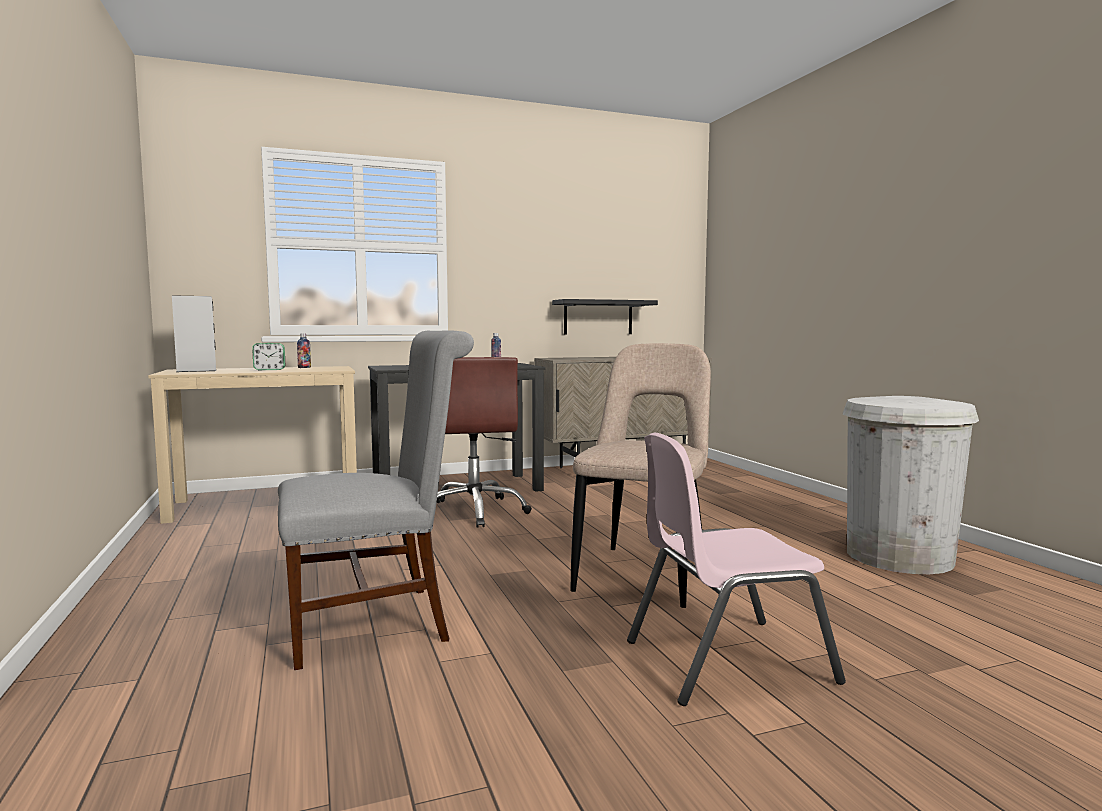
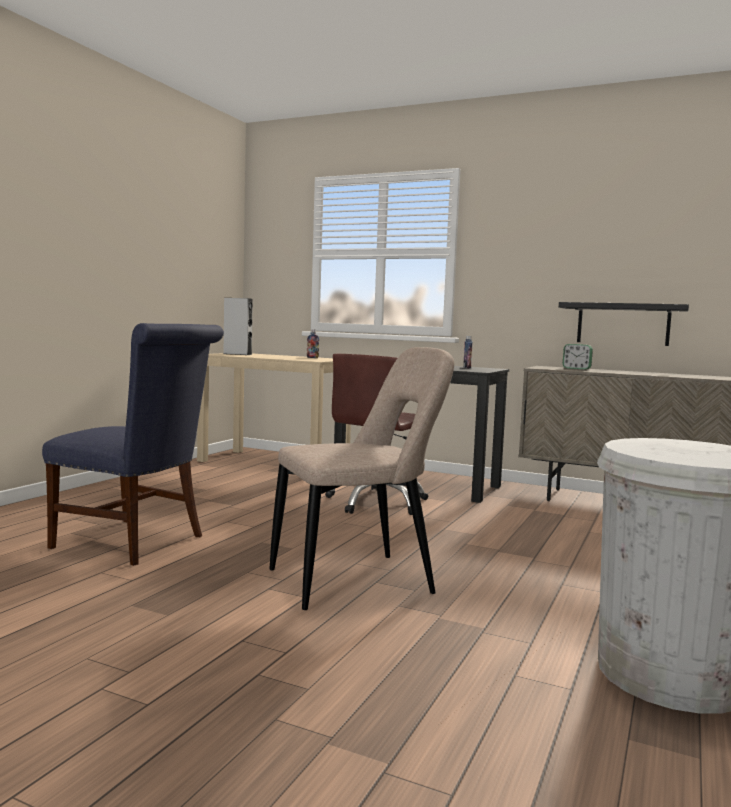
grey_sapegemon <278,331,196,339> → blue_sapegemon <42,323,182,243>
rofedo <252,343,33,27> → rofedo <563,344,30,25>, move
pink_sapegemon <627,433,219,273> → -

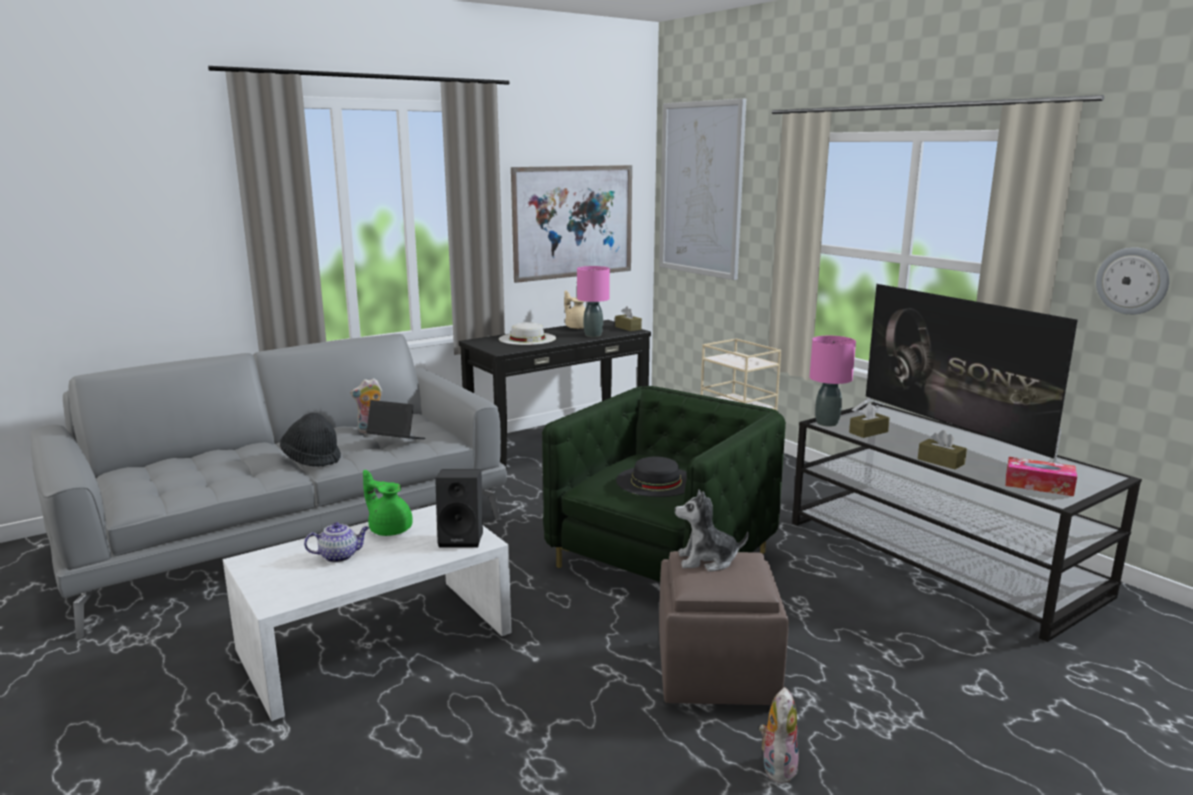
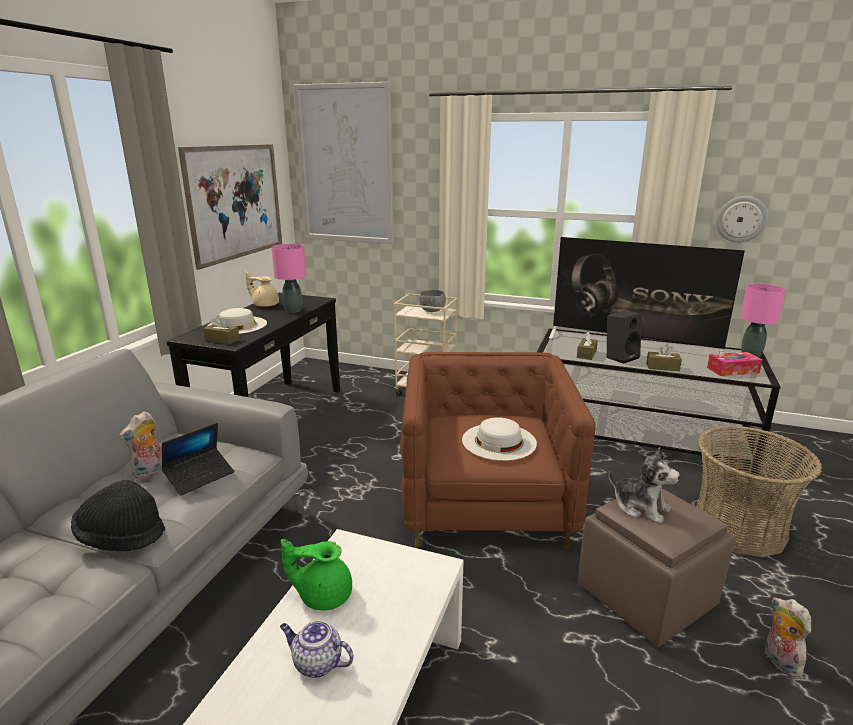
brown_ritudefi <615,306,27,25> → brown_ritudefi <203,316,37,28>, move
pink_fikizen <810,336,46,91> → pink_fikizen <740,284,46,74>, move
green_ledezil <542,386,244,196> → brown_ledezil <400,352,195,197>
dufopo <366,400,59,39> → dufopo <162,423,72,72>, 150 degrees clockwise
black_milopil <616,456,71,41> → white_milopil <462,417,75,44>
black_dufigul <435,469,48,79> → black_dufigul <607,311,35,53>, move
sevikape <675,489,74,83> → sevikape <609,447,71,77>, 105 degrees counterclockwise
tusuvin <304,522,65,41> → tusuvin <280,621,74,57>, 105 degrees counterclockwise
- → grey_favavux <419,290,27,22>
- → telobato <696,426,126,131>

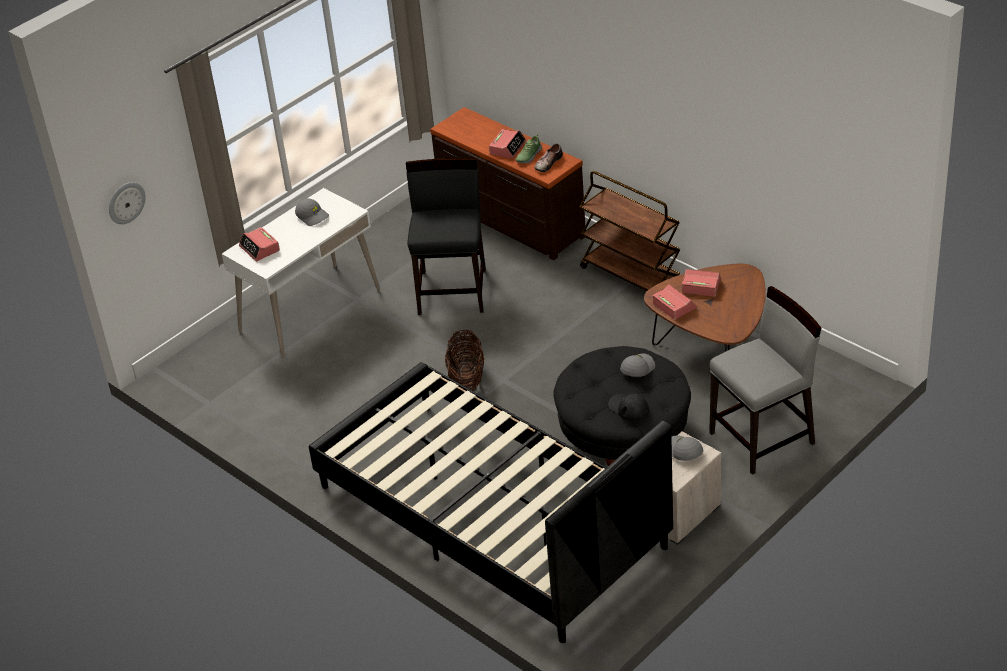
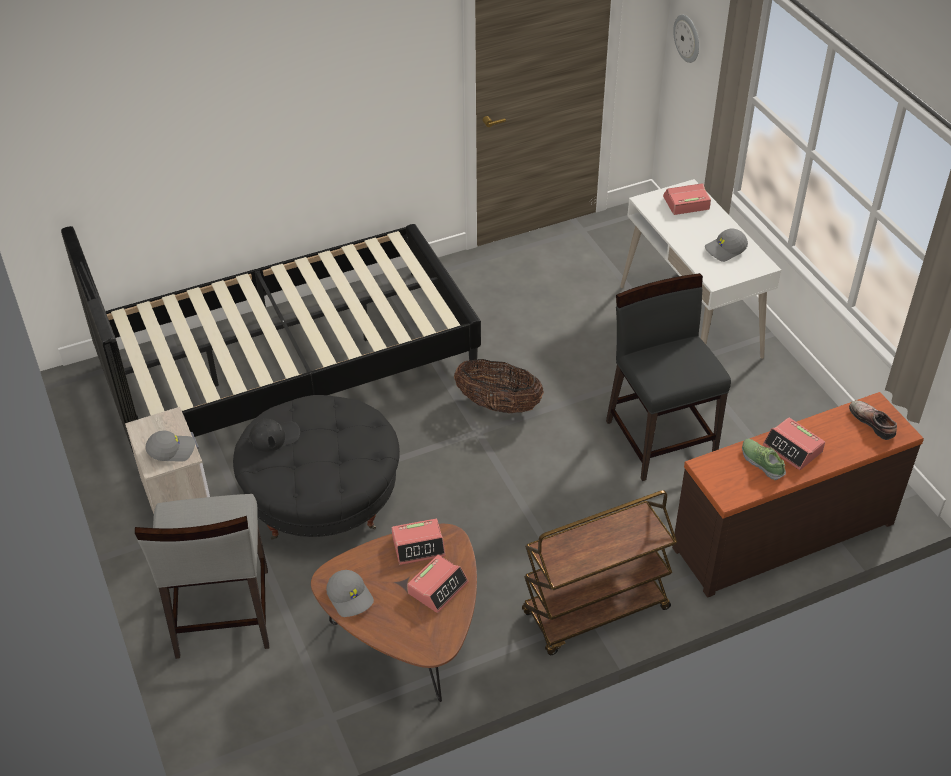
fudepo <535,144,28,28> → fudepo <849,400,48,40>, move
black_sapegemon <406,158,80,157> → black_sapegemon <606,273,125,208>, 135 degrees counterclockwise
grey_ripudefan <620,354,35,23> → grey_ripudefan <326,570,48,47>, move

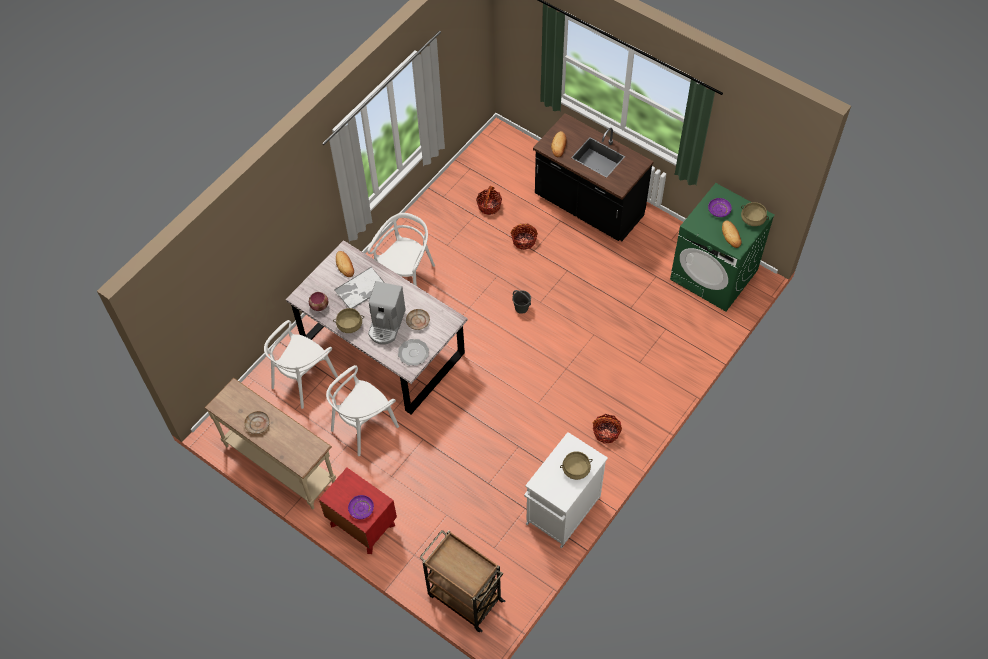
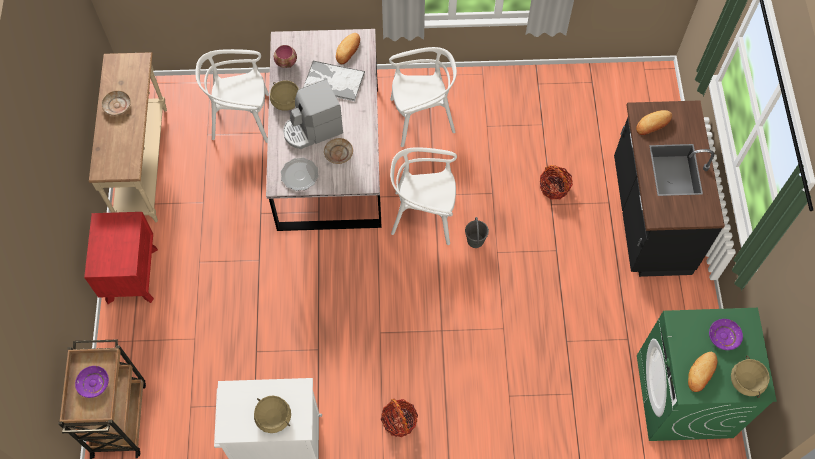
telobato <476,186,26,29> → -
white_sapegemon <326,365,73,91> → white_sapegemon <390,147,67,98>, move
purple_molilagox <348,495,26,24> → purple_molilagox <75,366,34,32>, move

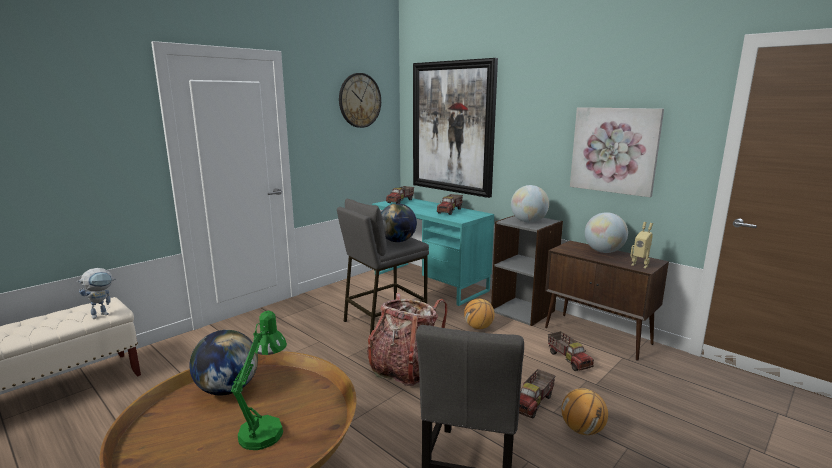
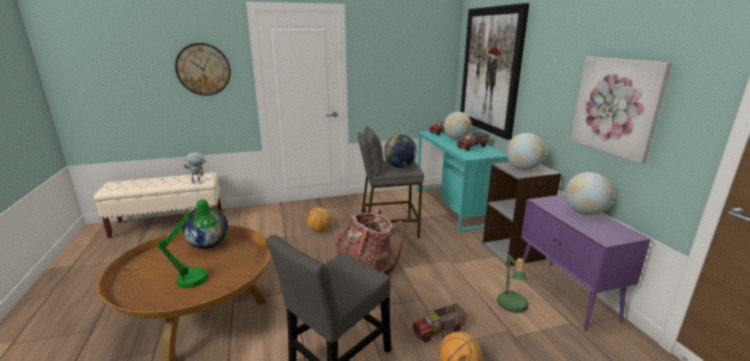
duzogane <339,73,42,55> → duzogane <175,43,56,53>, move
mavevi <630,222,23,46> → -
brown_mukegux <545,241,124,120> → purple_mukegux <521,194,130,137>
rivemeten <464,299,31,30> → rivemeten <307,207,24,25>, move
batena <548,331,46,40> → fikizen <497,253,32,60>
- → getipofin <444,112,28,27>

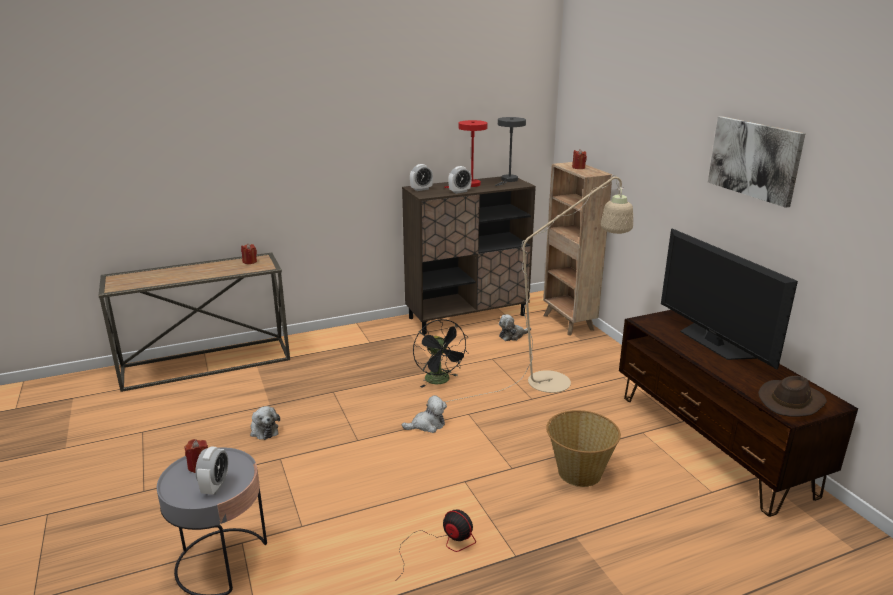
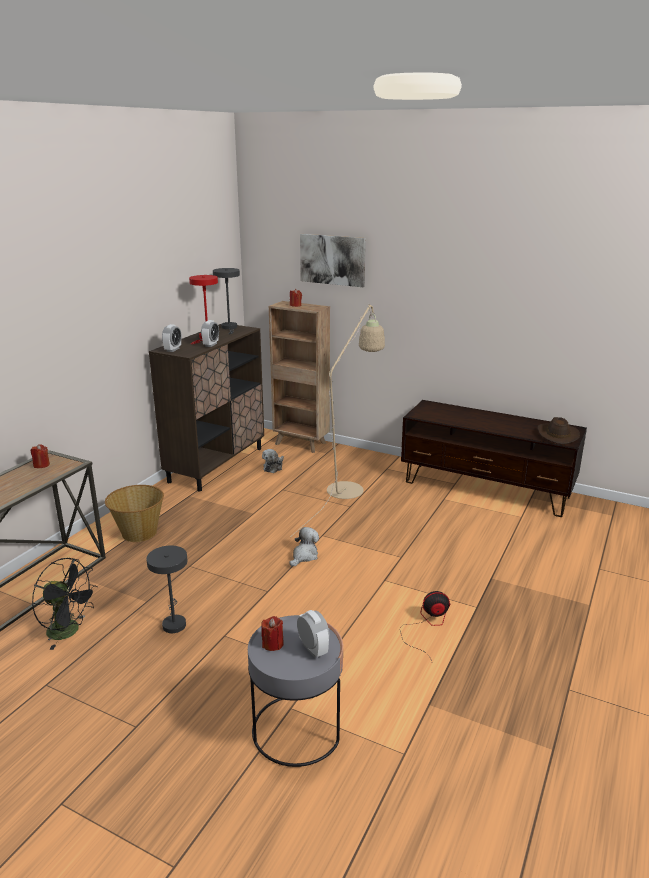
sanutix <708,116,98,92> → sanutix <300,234,66,53>, move
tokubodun <661,229,137,140> → -
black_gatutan <413,319,56,69> → black_gatutan <32,558,66,92>, move
sevikape <250,406,30,34> → grey_fikizen <146,546,41,87>
telobato <546,410,75,77> → telobato <105,485,59,57>, move

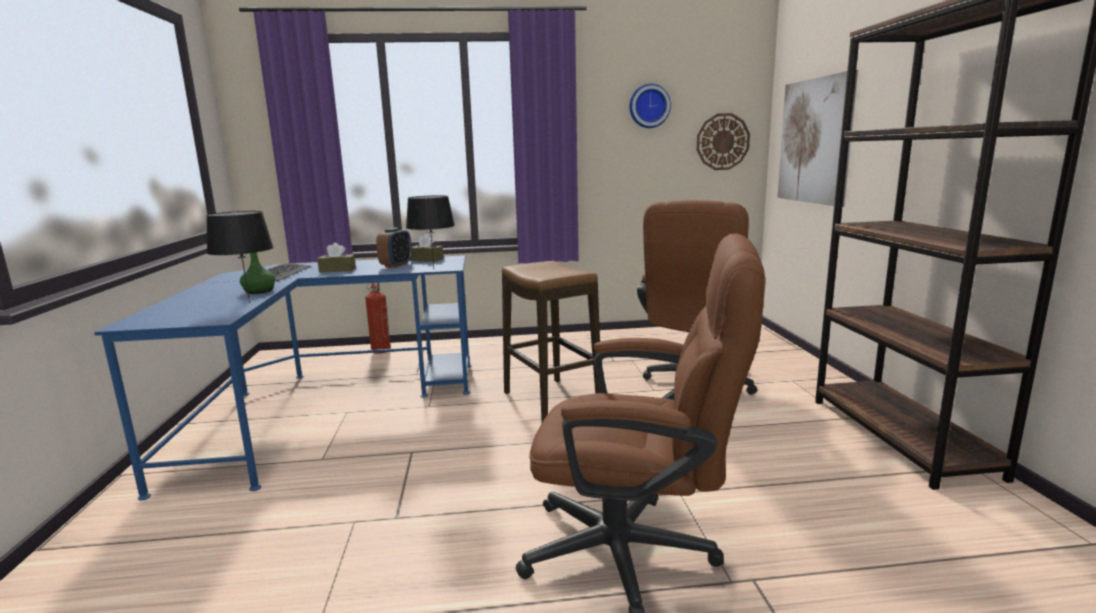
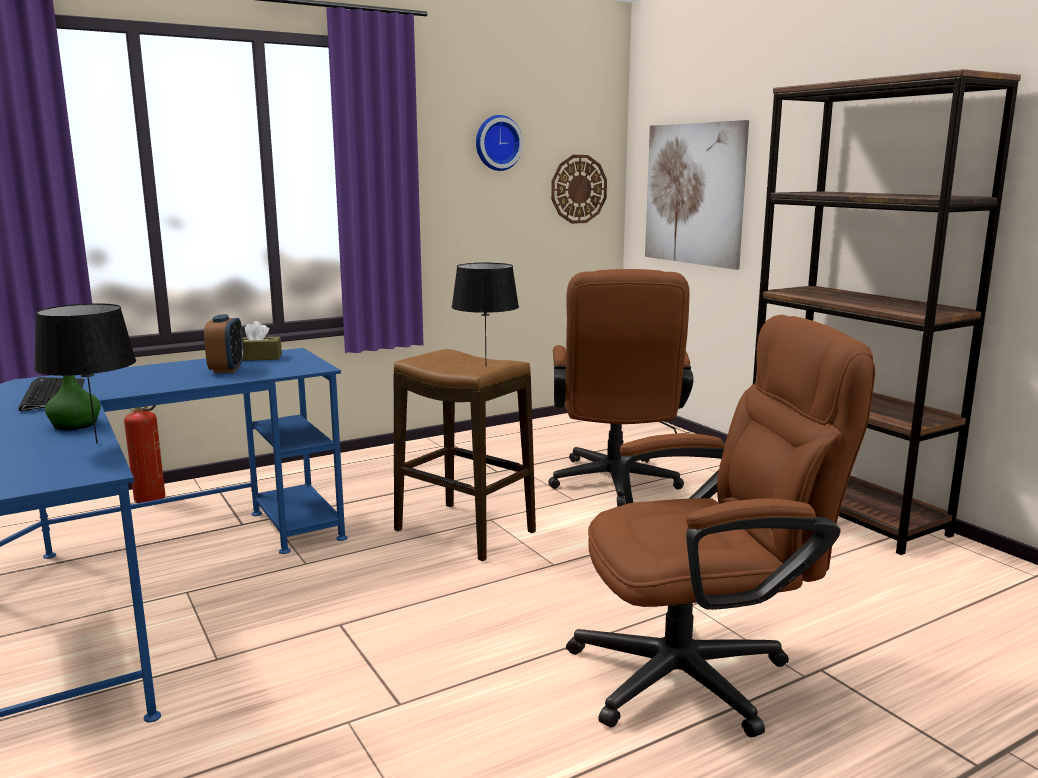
black_fikizen <406,195,49,74> → black_fikizen <452,263,67,103>, move
brown_ritudefi <317,243,39,30> → -

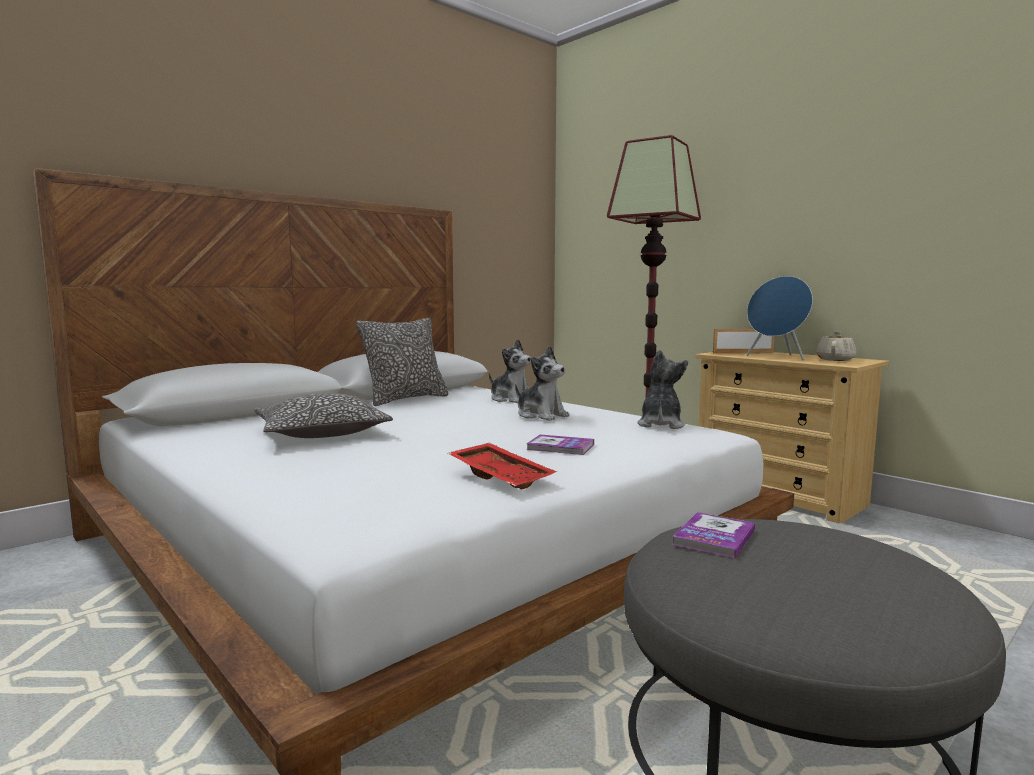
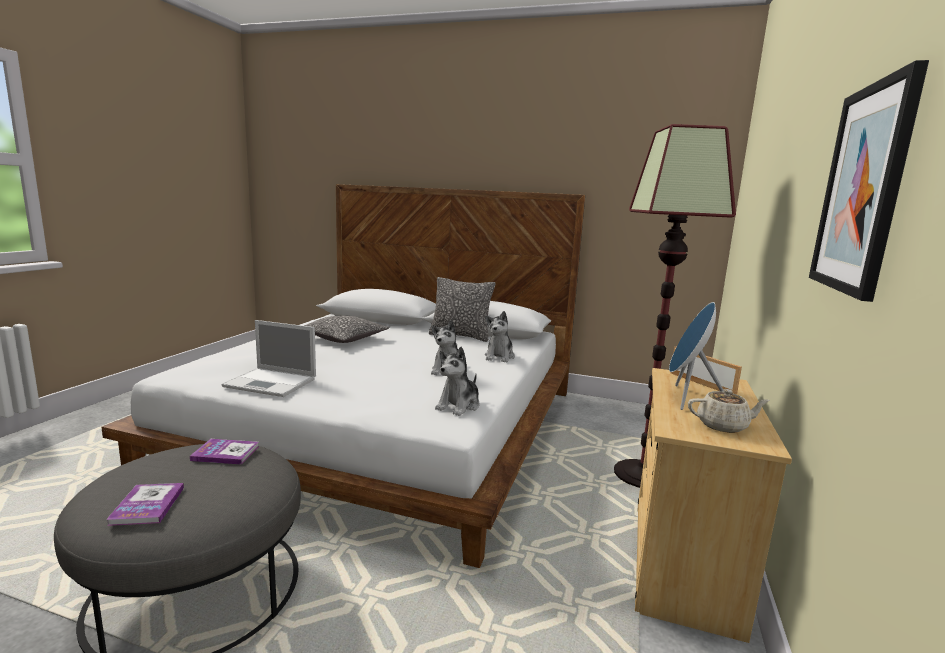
sevikape <637,350,51,79> → sevikape <435,347,45,69>, 135 degrees clockwise
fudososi <526,435,68,20> → fudososi <106,483,78,43>, move
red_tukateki <448,443,109,47> → dufopo <221,320,95,77>
- → sanutix <809,60,120,242>

